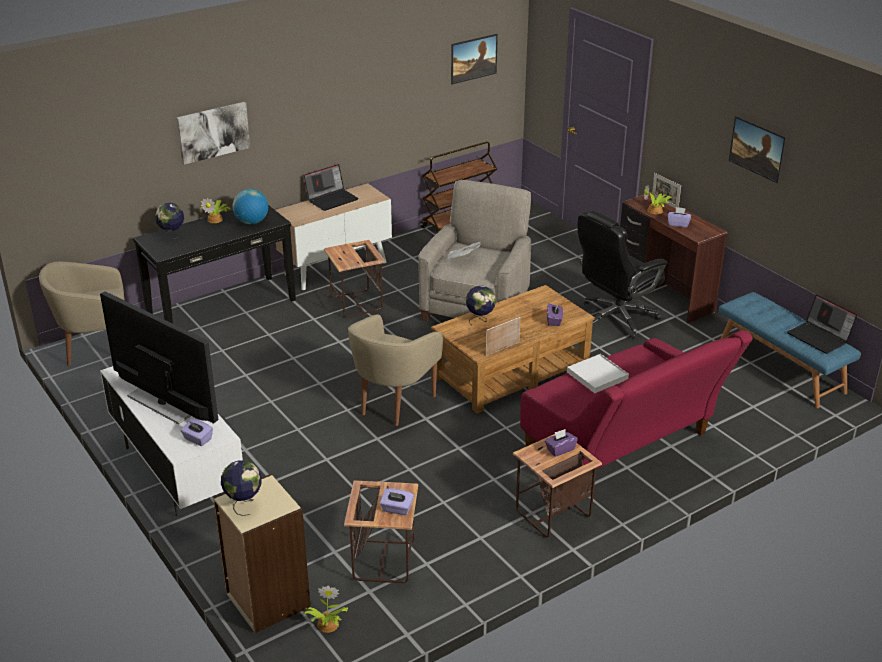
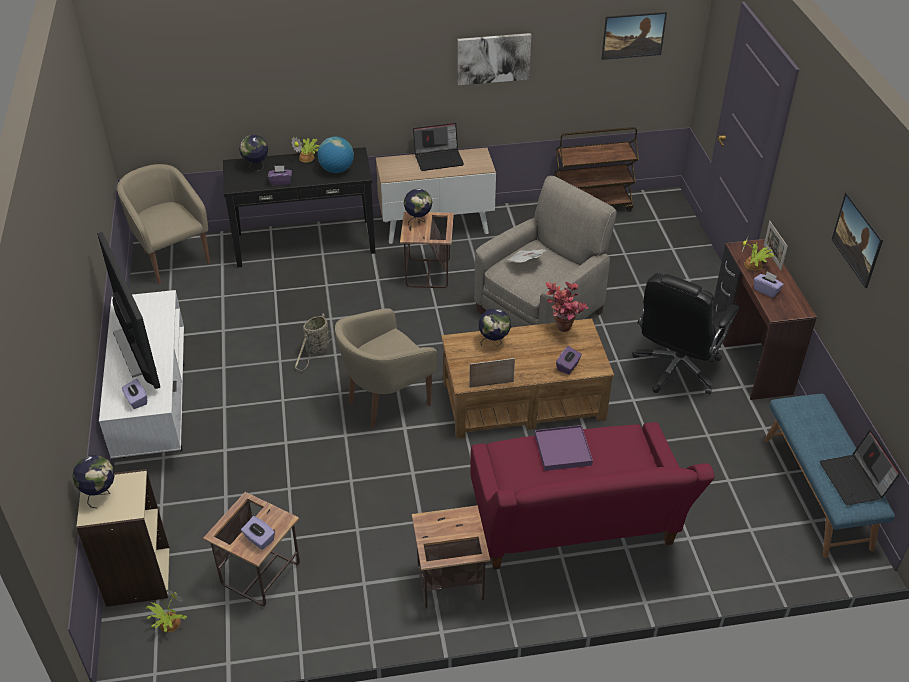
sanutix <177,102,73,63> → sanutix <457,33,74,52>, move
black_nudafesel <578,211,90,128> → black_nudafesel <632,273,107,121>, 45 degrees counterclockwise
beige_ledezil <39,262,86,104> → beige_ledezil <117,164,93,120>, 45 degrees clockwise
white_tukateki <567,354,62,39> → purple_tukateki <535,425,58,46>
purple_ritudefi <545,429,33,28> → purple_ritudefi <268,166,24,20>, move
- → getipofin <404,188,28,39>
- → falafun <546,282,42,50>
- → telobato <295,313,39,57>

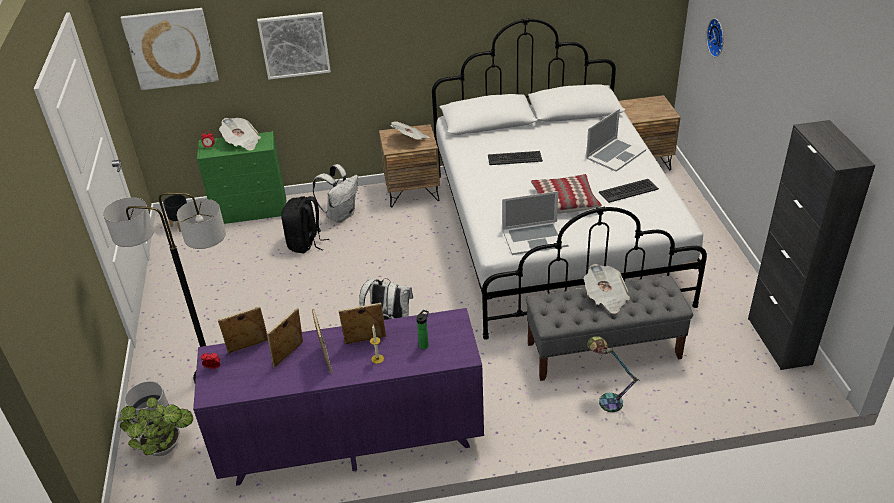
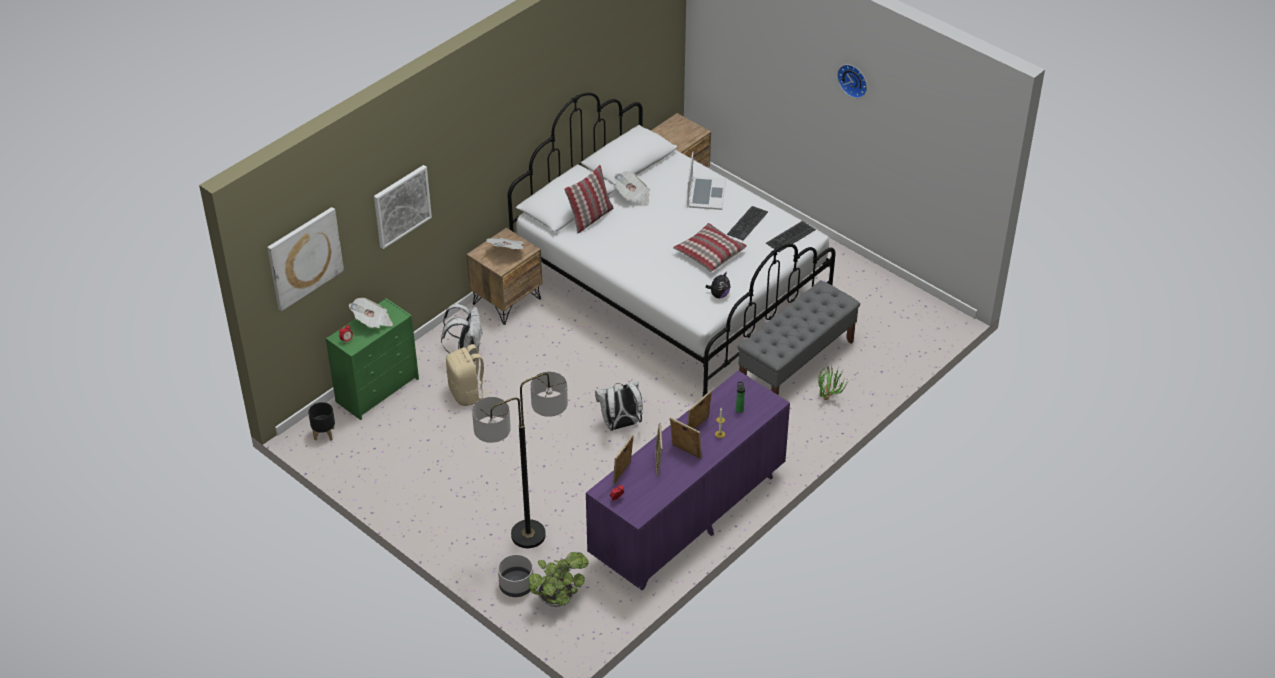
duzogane <706,18,18,40> → duzogane <837,64,30,34>, move
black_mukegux <748,120,127,250> → -
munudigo <488,151,55,14> → munudigo <766,221,50,31>, move
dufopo <502,191,66,64> → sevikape <706,272,24,26>
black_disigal <281,196,48,58> → beige_disigal <446,344,46,62>
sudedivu <584,264,46,50> → sudedivu <614,171,36,34>, move
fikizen <587,336,52,76> → falafun <818,363,31,37>
- → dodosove <564,165,49,69>

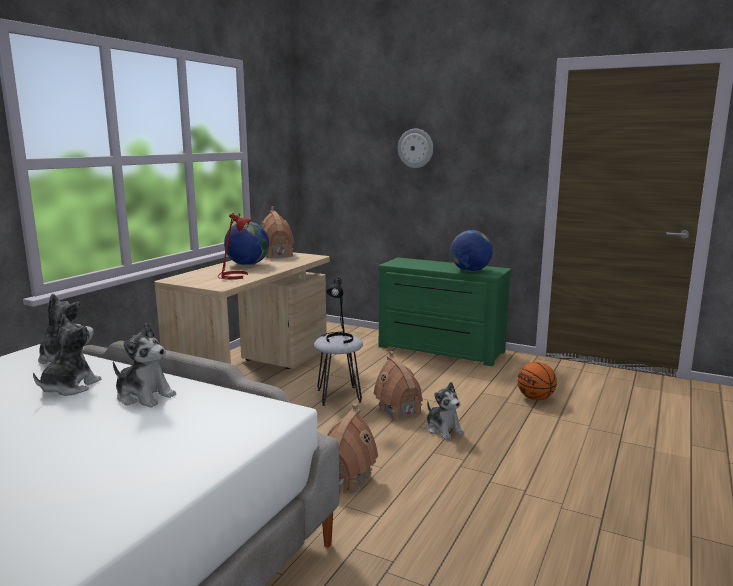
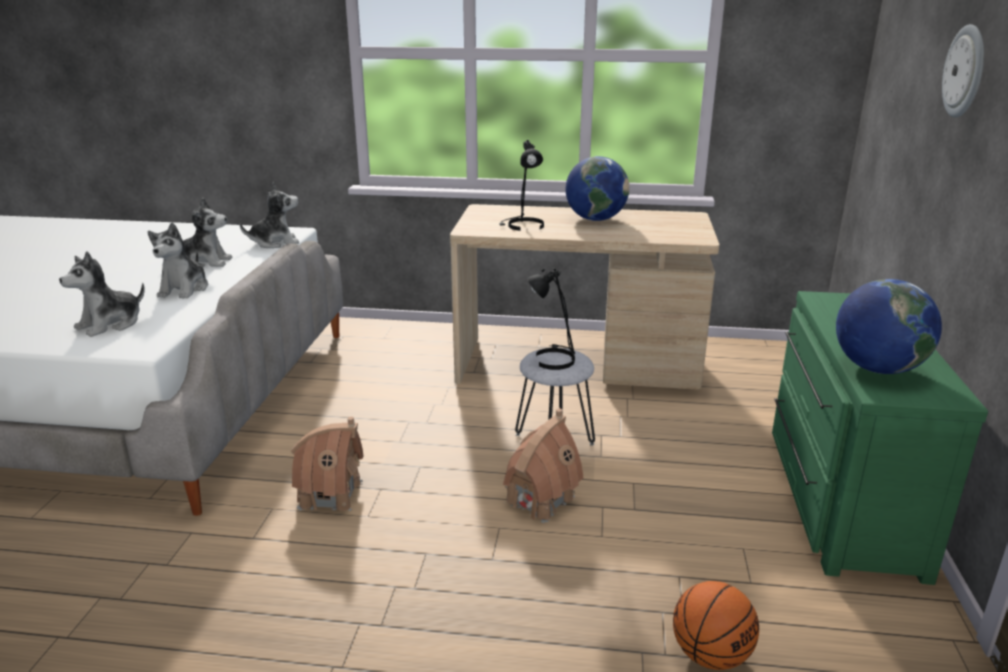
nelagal <260,207,34,51> → -
red_fikizen <218,213,33,67> → black_fikizen <499,140,45,91>
sevikape <426,382,38,58> → sevikape <59,251,85,86>, move

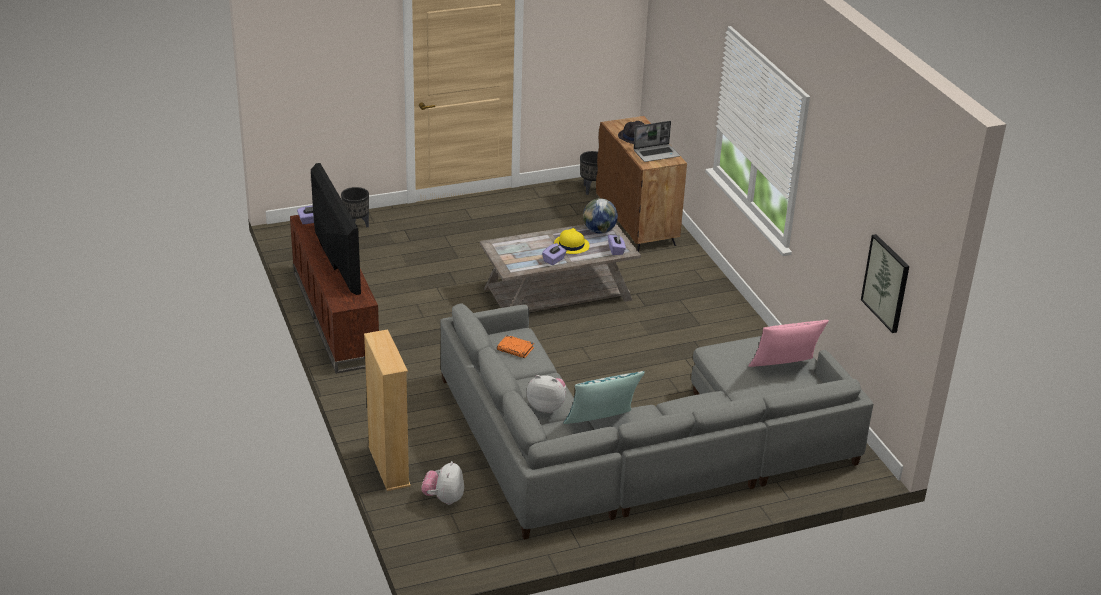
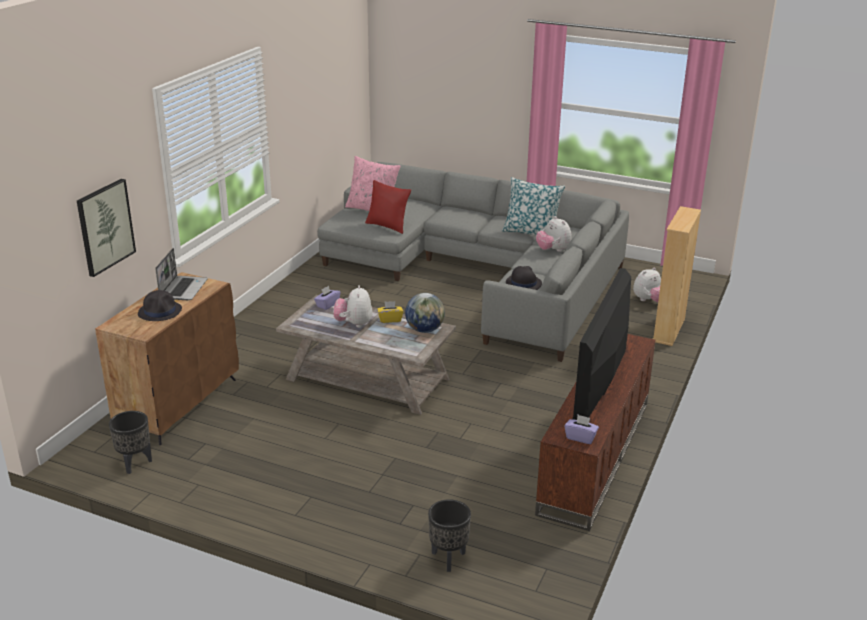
dufopo <633,121,47,41> → dufopo <155,248,53,52>, 75 degrees clockwise
getipofin <583,198,35,36> → getipofin <405,293,40,40>, move
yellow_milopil <554,228,35,26> → sevikape <333,285,39,43>
sanutix <861,234,48,99> → sanutix <77,179,59,98>, move
purple_ritudefi <542,243,25,22> → yellow_ritudefi <377,301,26,22>
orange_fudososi <497,335,37,23> → black_milopil <506,266,36,24>
- → red_dodosove <365,180,46,54>

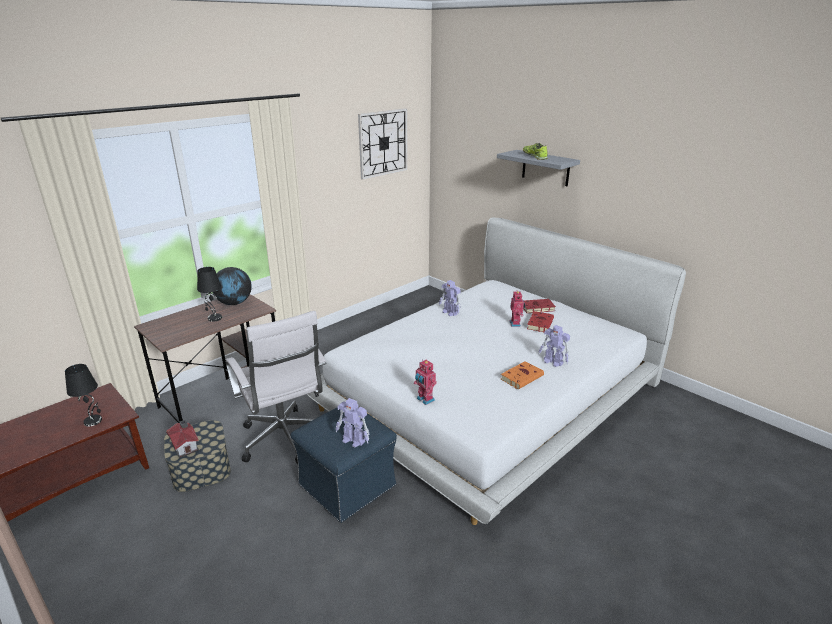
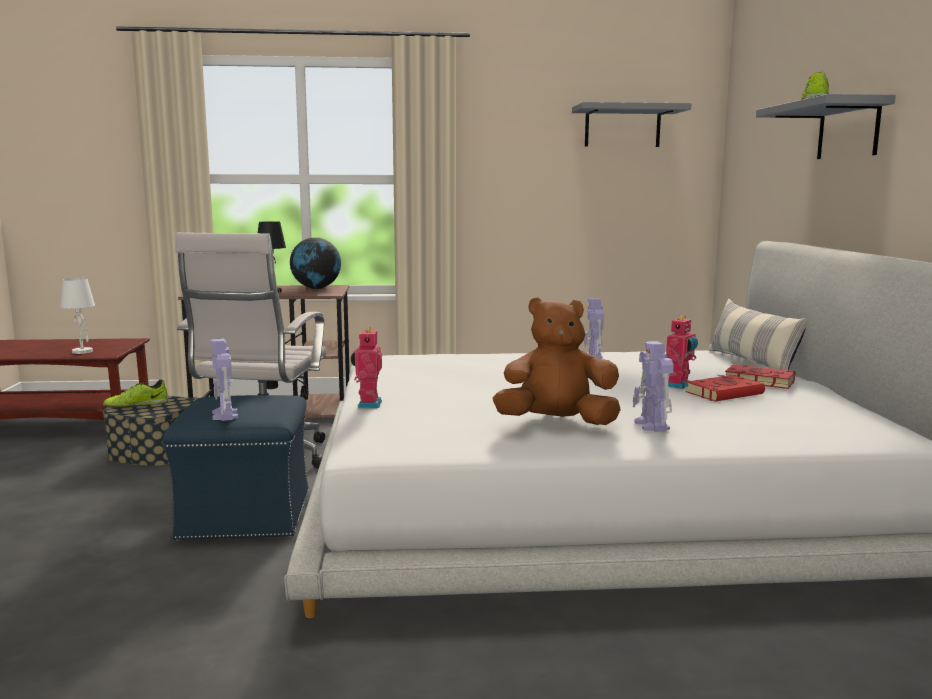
duzogane <358,108,50,72> → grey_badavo <572,102,119,45>
orange_fudososi <501,361,43,29> → brown_sevikape <493,297,128,128>
black_fikizen <65,364,37,62> → white_fikizen <60,278,35,76>
nelagal <166,420,33,38> → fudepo <103,379,65,29>
- → dodosove <708,299,99,71>

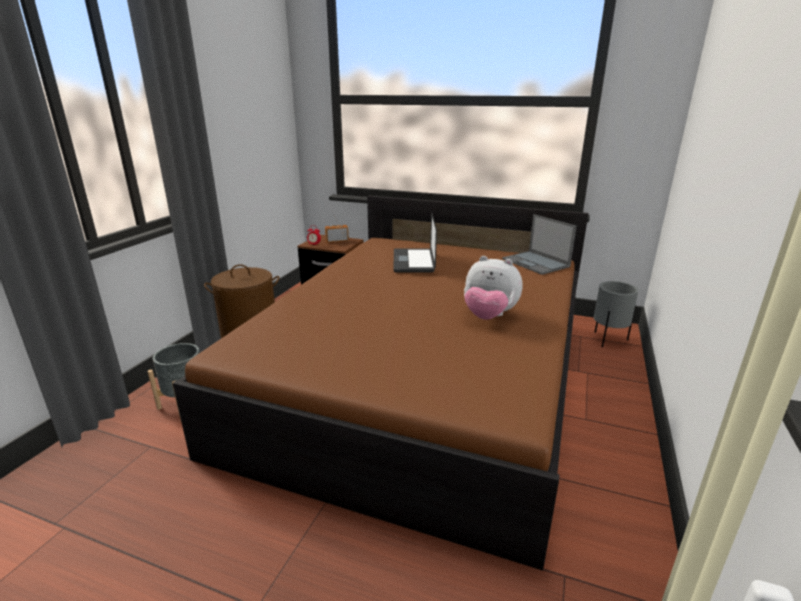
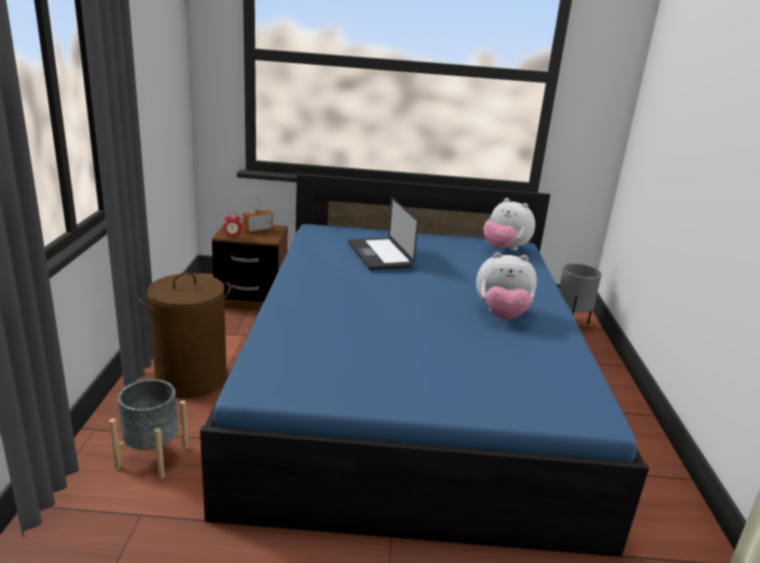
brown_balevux <173,196,415,374> → blue_balevux <200,173,449,384>
dufopo <502,214,75,61> → sevikape <483,198,52,53>

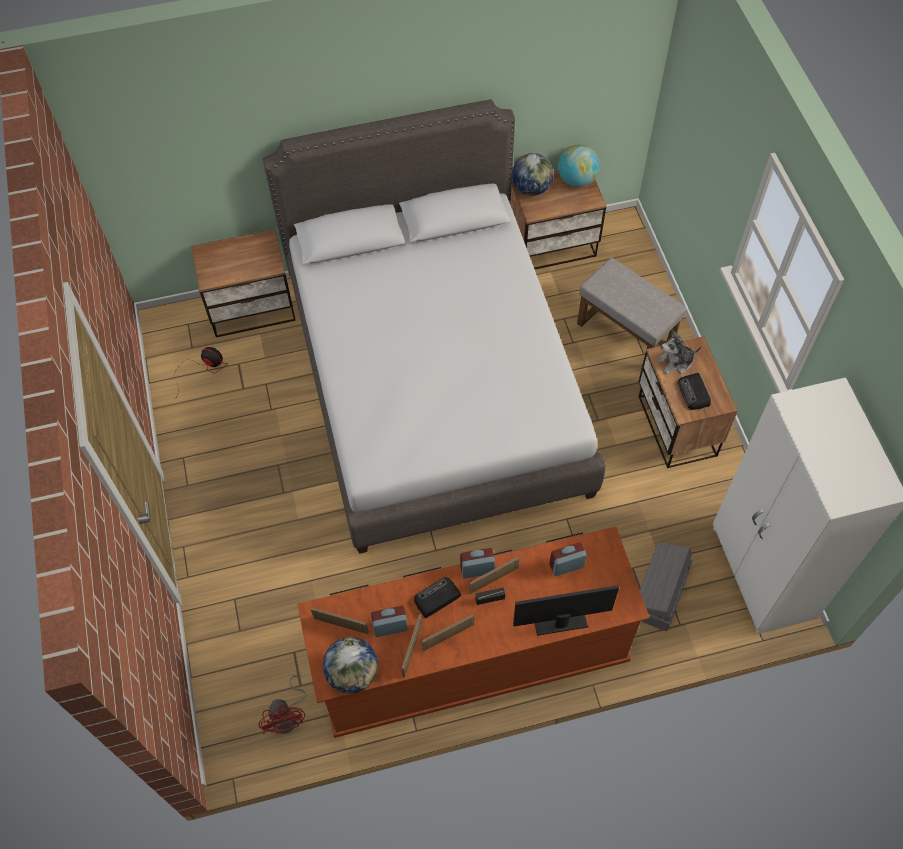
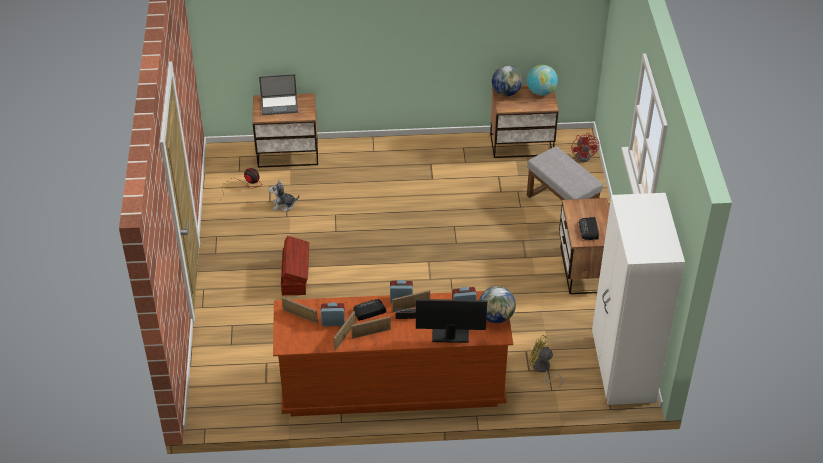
grey_balevux <262,99,343,455> → -
sevikape <658,330,43,44> → sevikape <269,179,30,33>, move
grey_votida <640,542,53,89> → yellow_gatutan <529,334,33,54>
getipofin <323,637,55,57> → getipofin <479,286,37,38>, move
red_gatutan <258,675,48,60> → red_gatutan <571,132,28,30>, move
- → dufopo <259,74,39,41>
- → brown_votida <281,236,28,59>

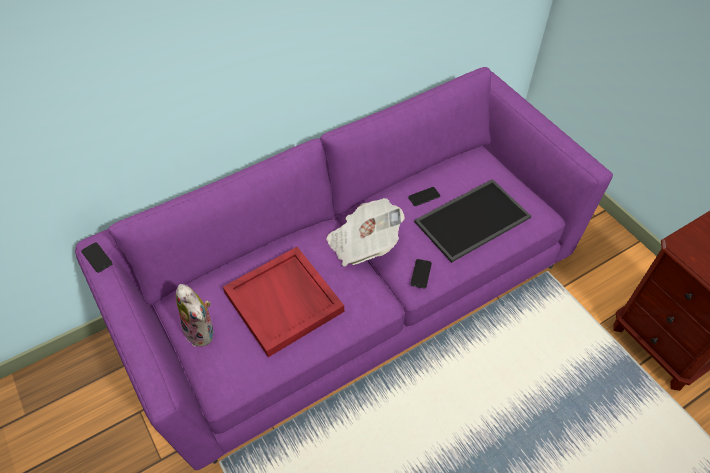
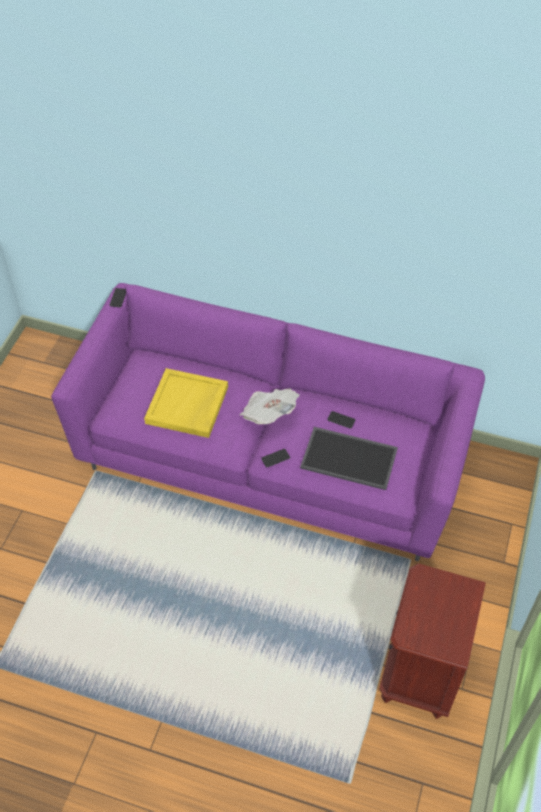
red_tukateki <223,247,121,110> → yellow_tukateki <144,368,84,70>
sevikape <176,284,38,63> → -

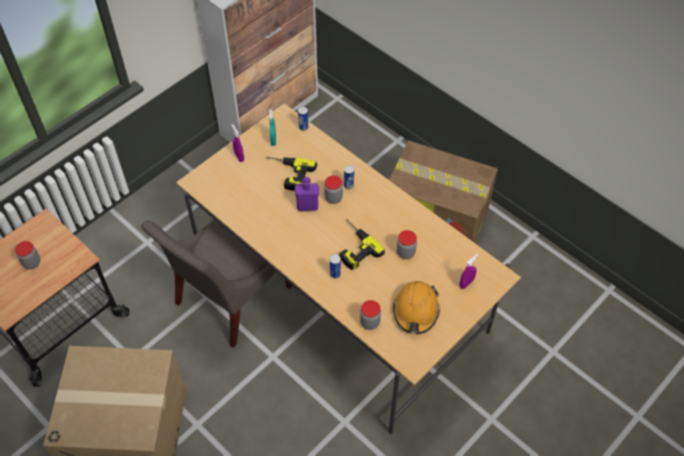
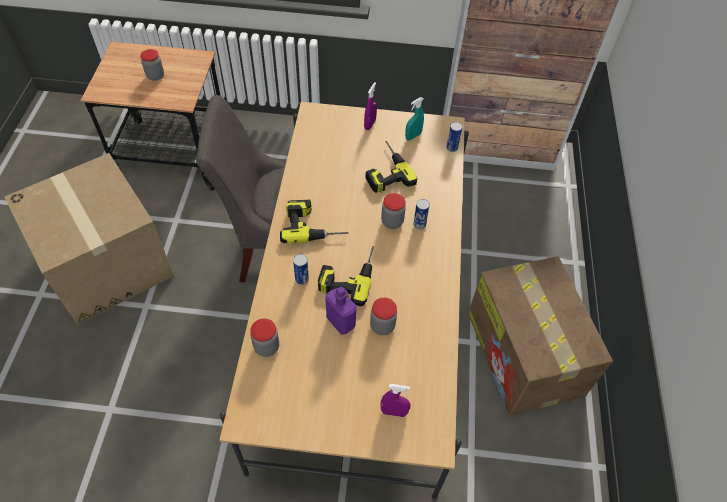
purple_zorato <295,177,24,34> → purple_zorato <325,287,32,48>, move
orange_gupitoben <393,281,47,53> → -
- → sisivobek <280,200,68,43>

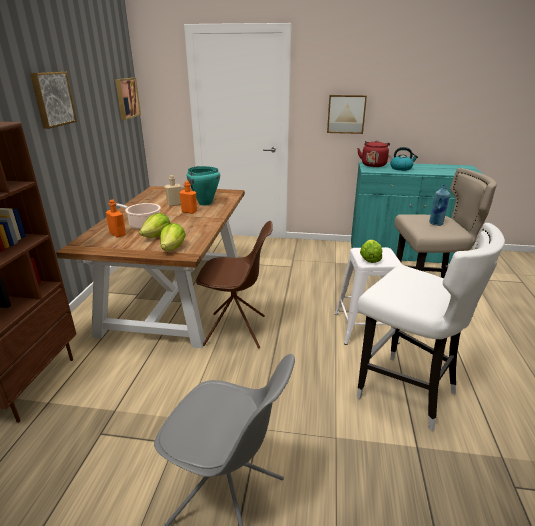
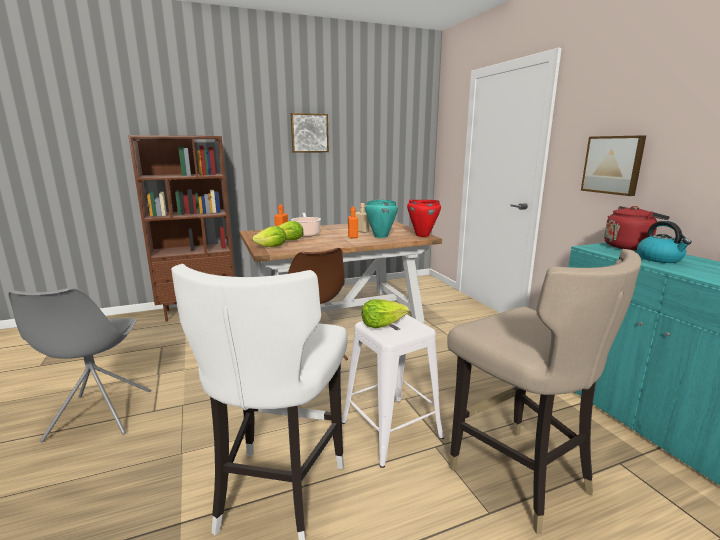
sanutix <115,78,26,42> → -
blue_zorato <429,184,21,42> → -
- → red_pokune <407,200,34,37>

